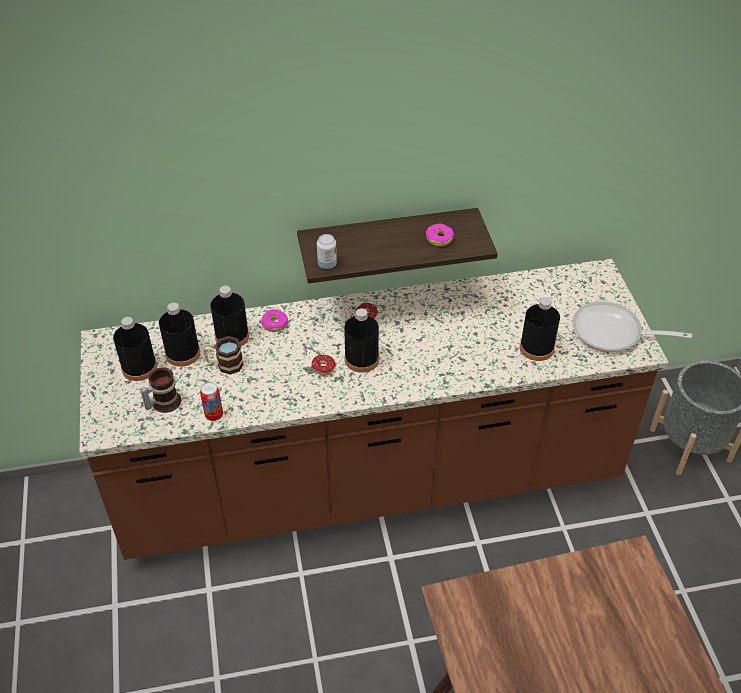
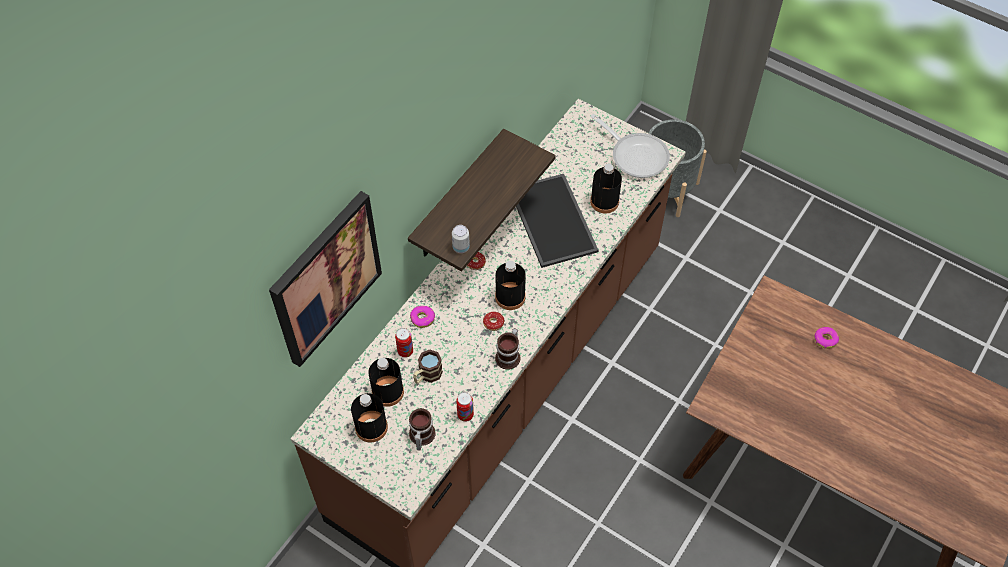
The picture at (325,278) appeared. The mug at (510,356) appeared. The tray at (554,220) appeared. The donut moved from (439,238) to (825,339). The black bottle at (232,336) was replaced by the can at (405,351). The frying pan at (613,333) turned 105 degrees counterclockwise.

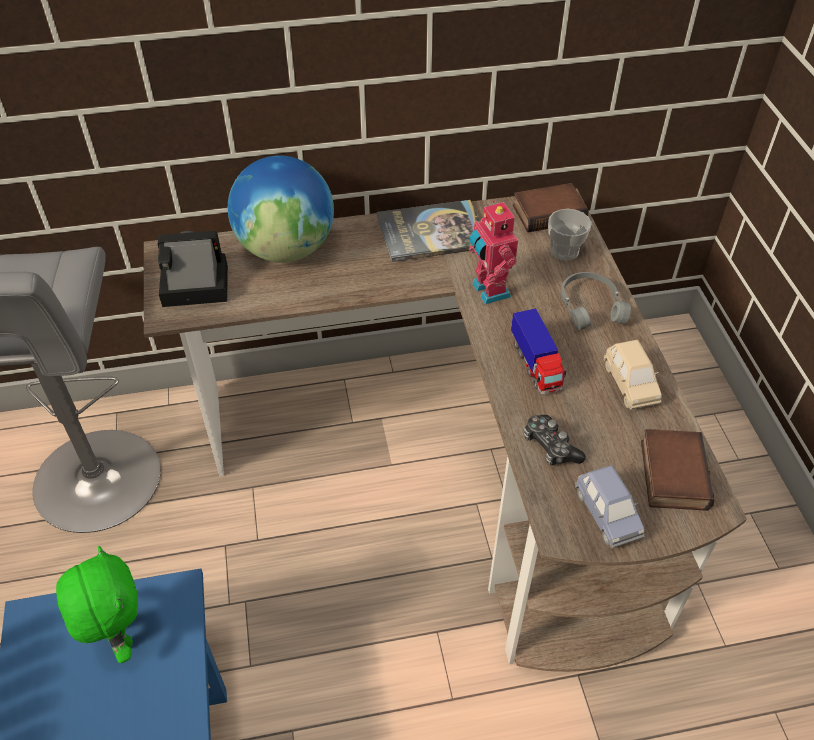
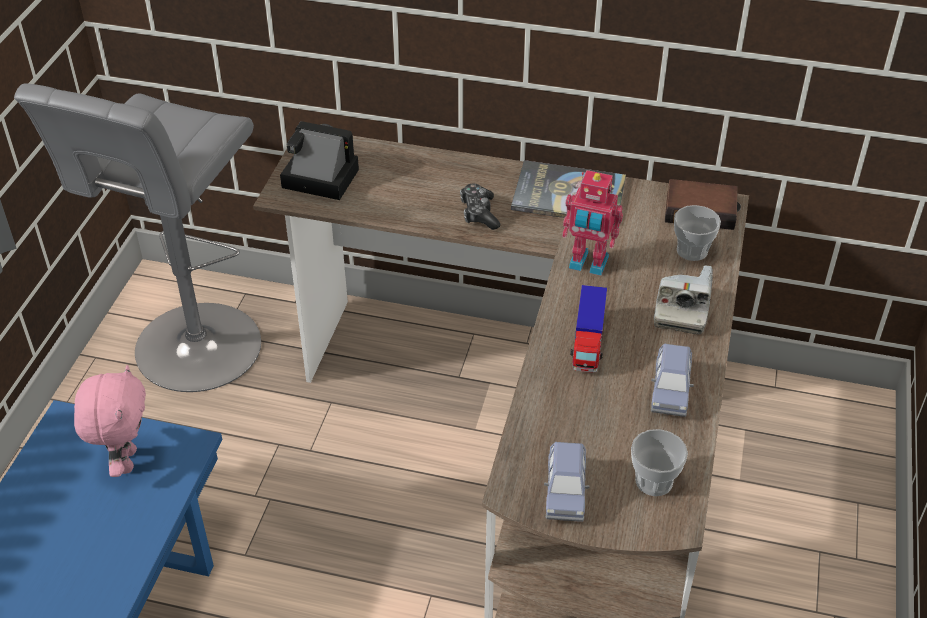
The globe at (286,249) disappeared. The game controller moved from (550,446) to (479,213). The grey headphones at (590,306) was replaced by the photo camera at (681,310). The book at (671,473) was replaced by the cup at (654,481). The green plush toy at (118,636) became the pink plush toy at (125,461). The beige toy car at (630,385) became the blue toy car at (670,392). The toy robot at (488,291) turned 75 degrees counterclockwise.

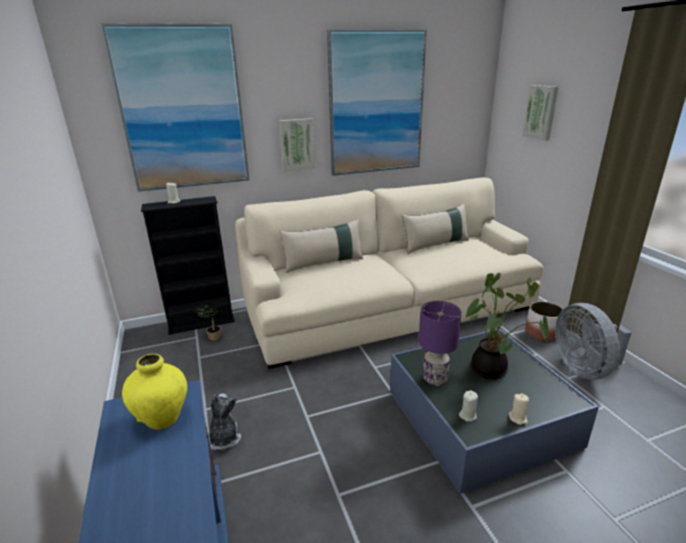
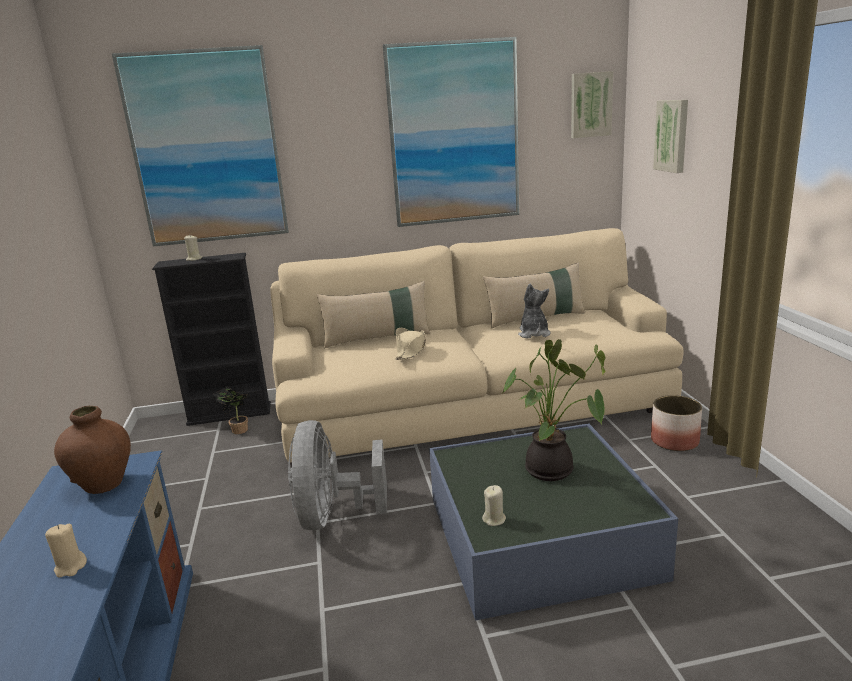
The purple table lamp at (434,379) disappeared. The beige hat at (411,350) appeared. The plush toy moved from (224,438) to (533,334). The picture moved from (297,144) to (590,105). The beige candle moved from (518,418) to (70,567). The grey fan moved from (583,368) to (333,516). The yellow vase at (162,419) became the brown vase at (103,485).

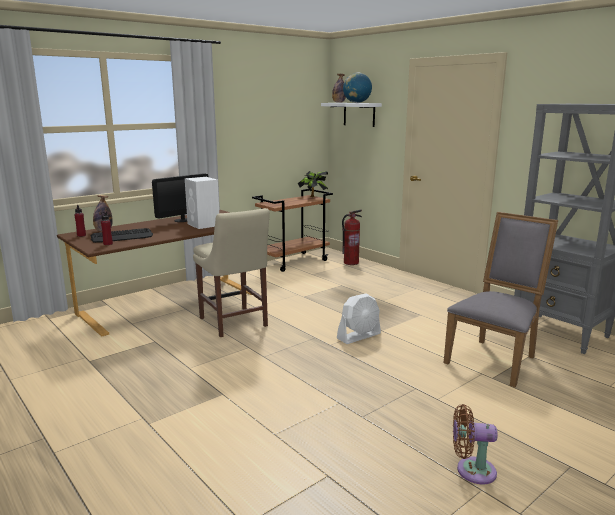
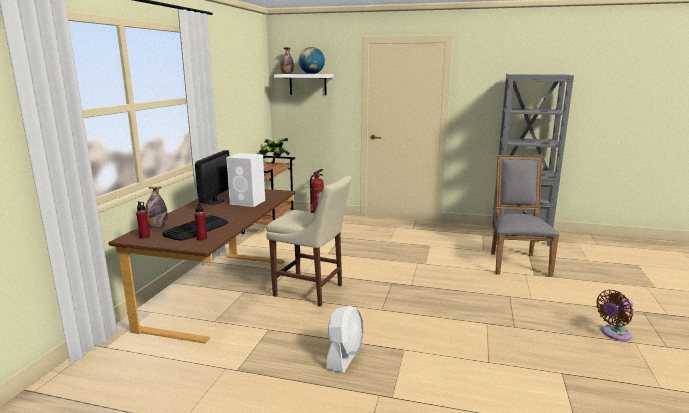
The white fan moved from (359,336) to (345,356).

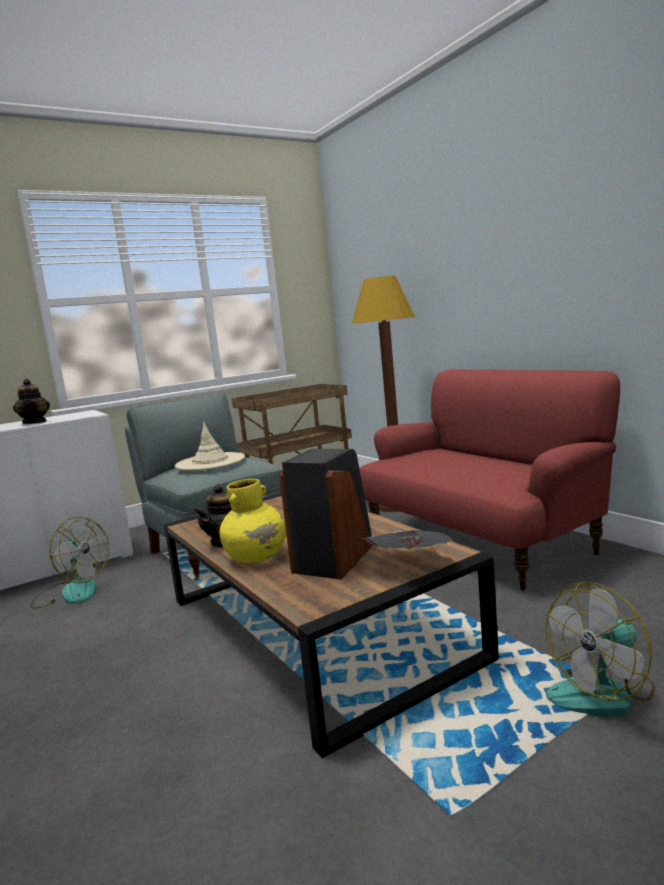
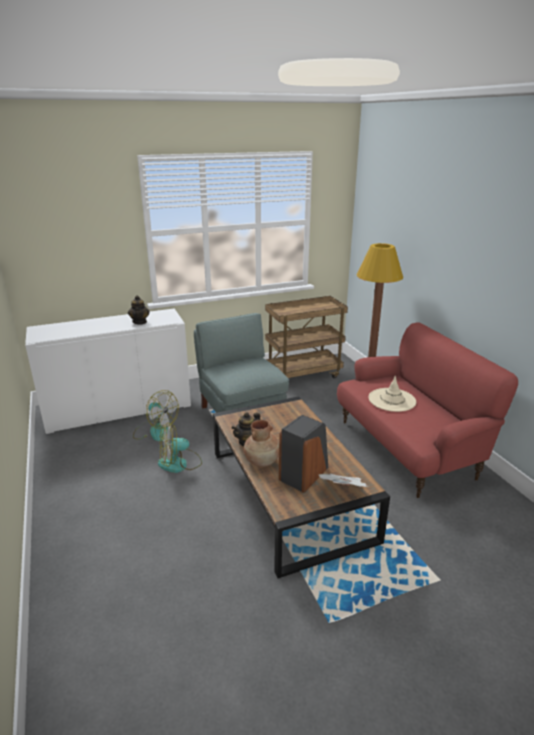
The beige hat moved from (210,462) to (392,400). The fan moved from (602,692) to (180,463). The yellow vase at (257,557) became the brown vase at (262,461).

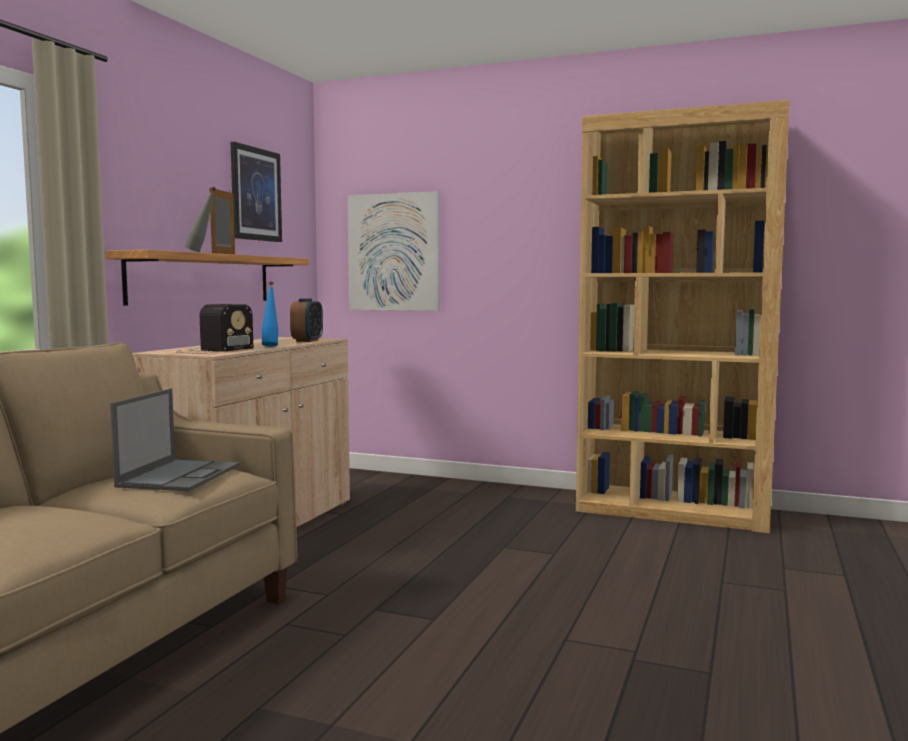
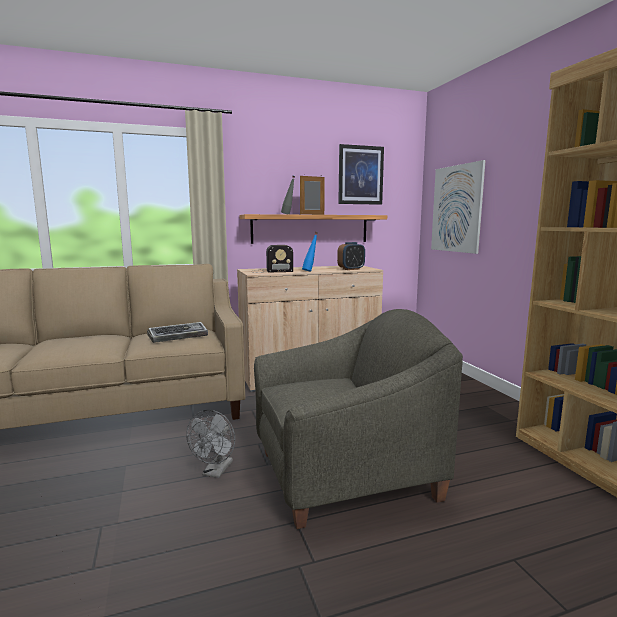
The grey fan at (216,472) appeared. The grey armchair at (345,474) appeared. The laptop at (180,475) was replaced by the keyboard at (178,336).

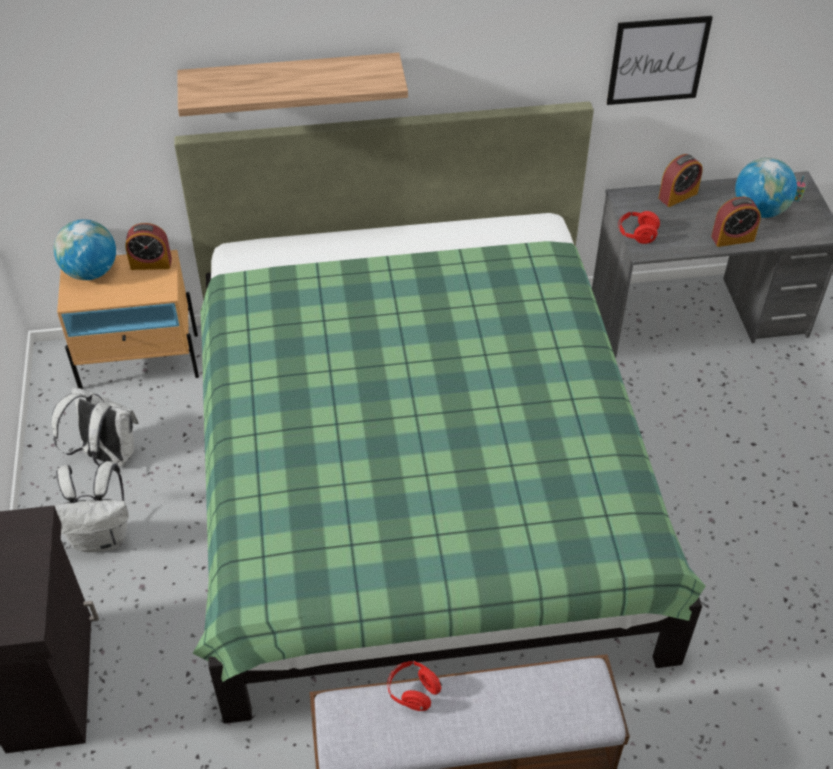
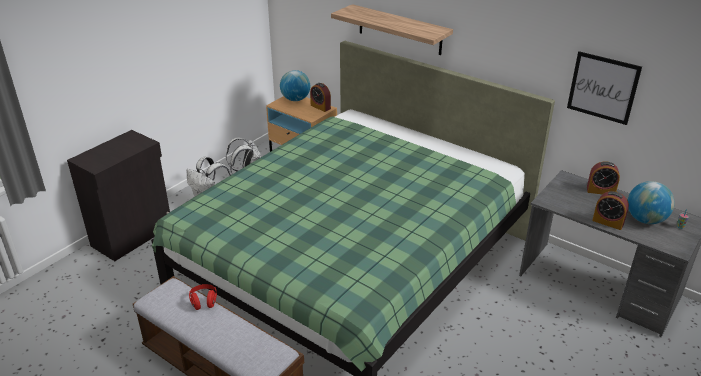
The red headphones at (637,234) disappeared.

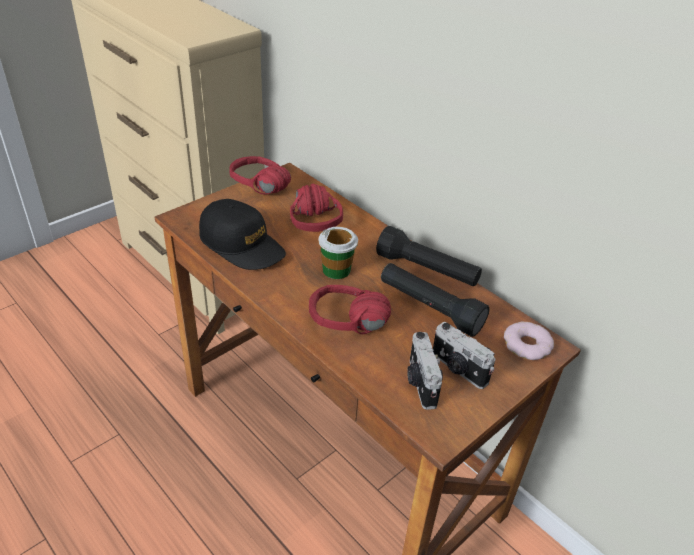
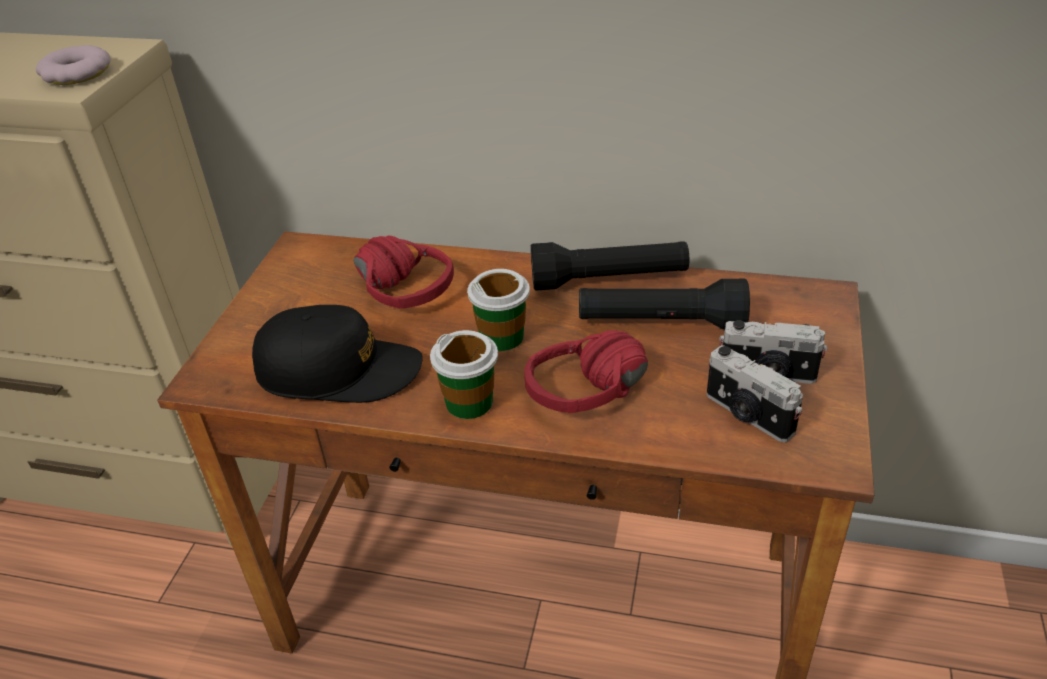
The red headphones at (254,189) disappeared. The cup at (469,402) appeared. The donut moved from (527,345) to (77,73).

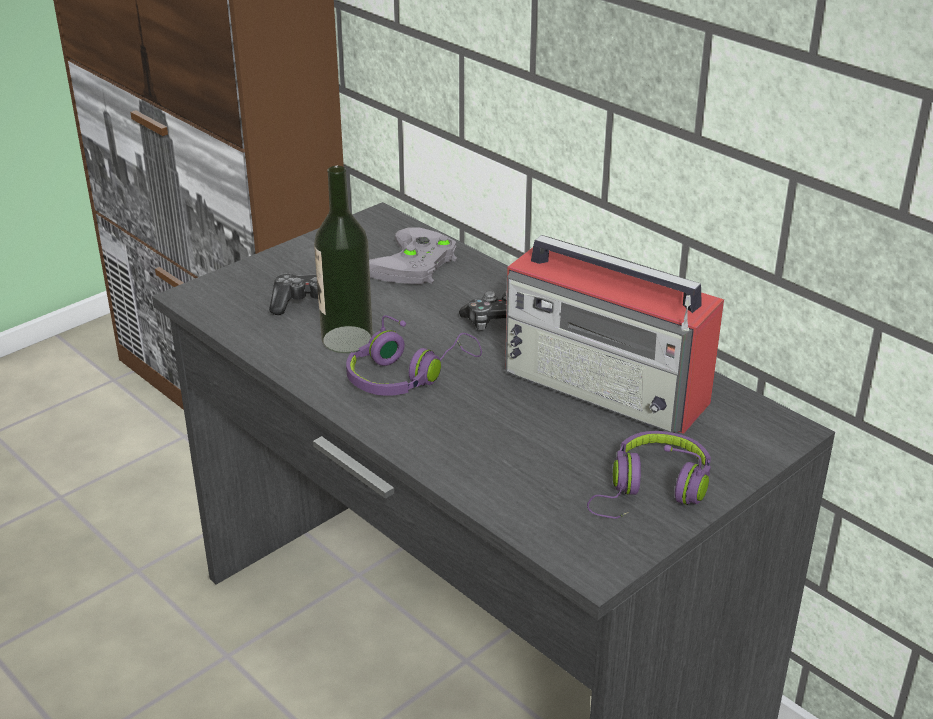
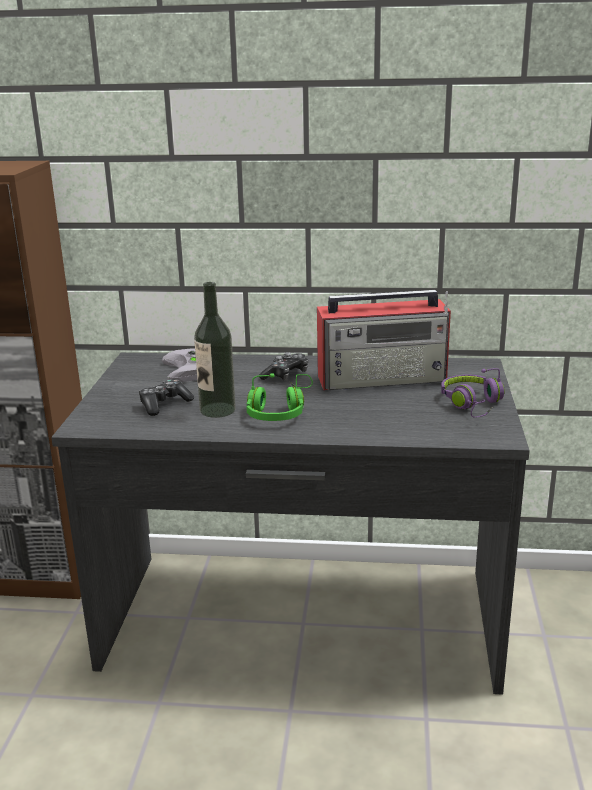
The purple headphones at (407,375) became the green headphones at (280,411).

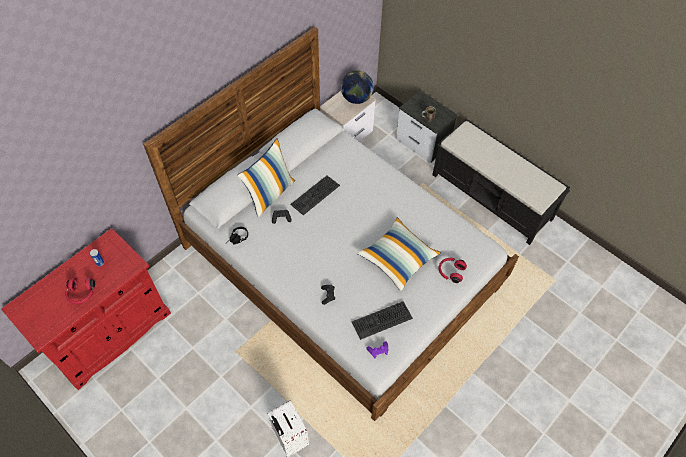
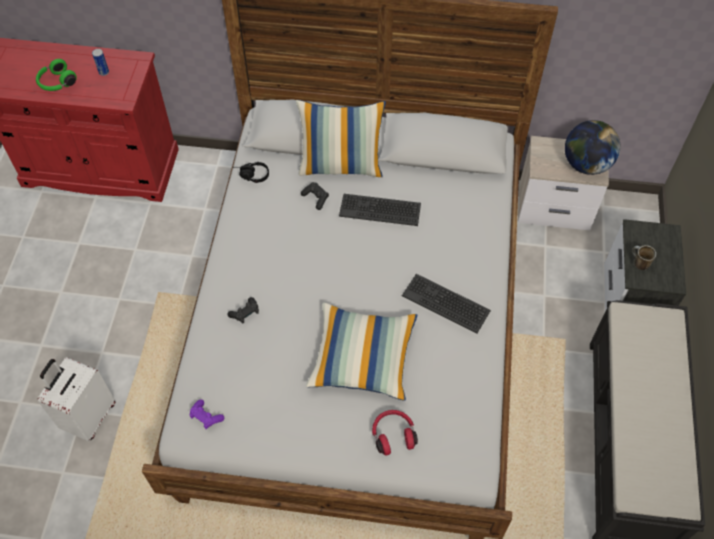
The keyboard moved from (382,320) to (446,303). The red headphones at (81,293) became the green headphones at (57,83).

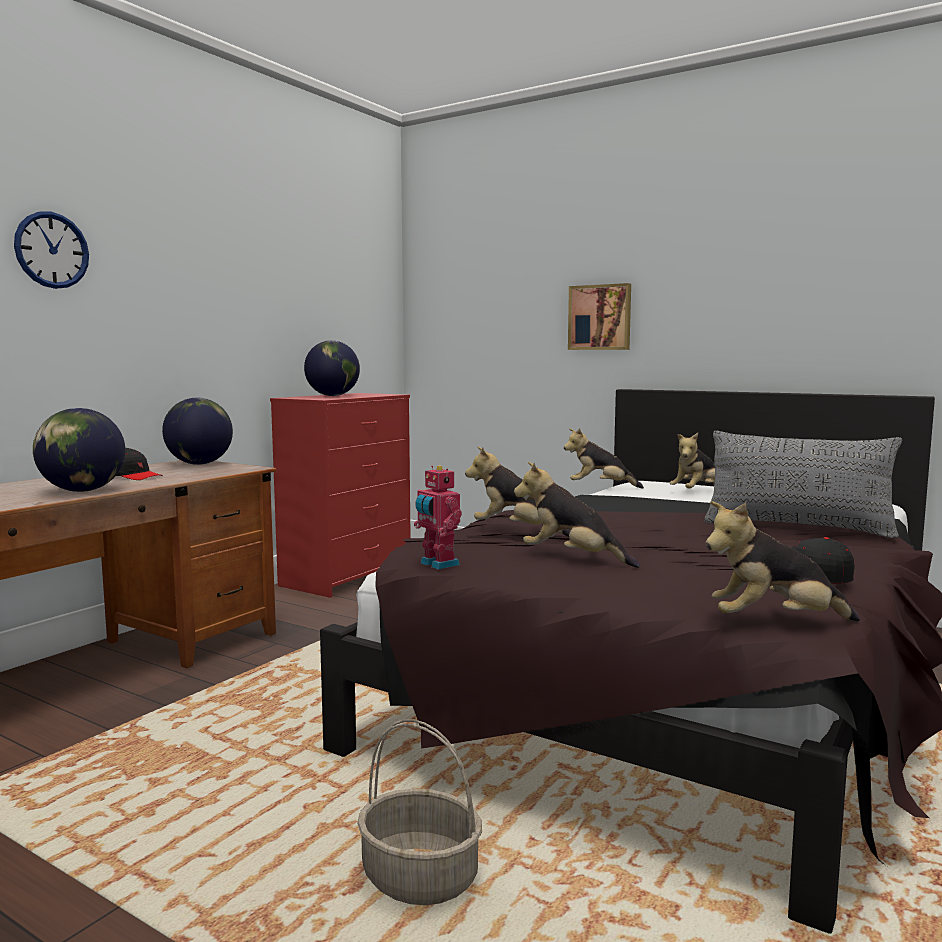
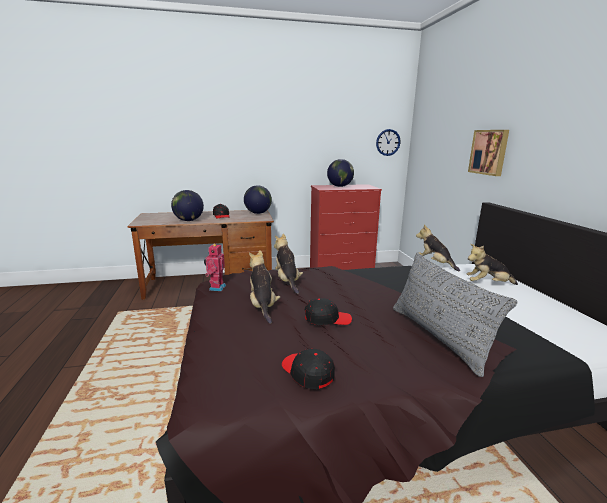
The basket at (421,878) disappeared. The plush toy at (774,623) disappeared. The black cap at (327,318) appeared. The wall clock moved from (52,250) to (388,142).

